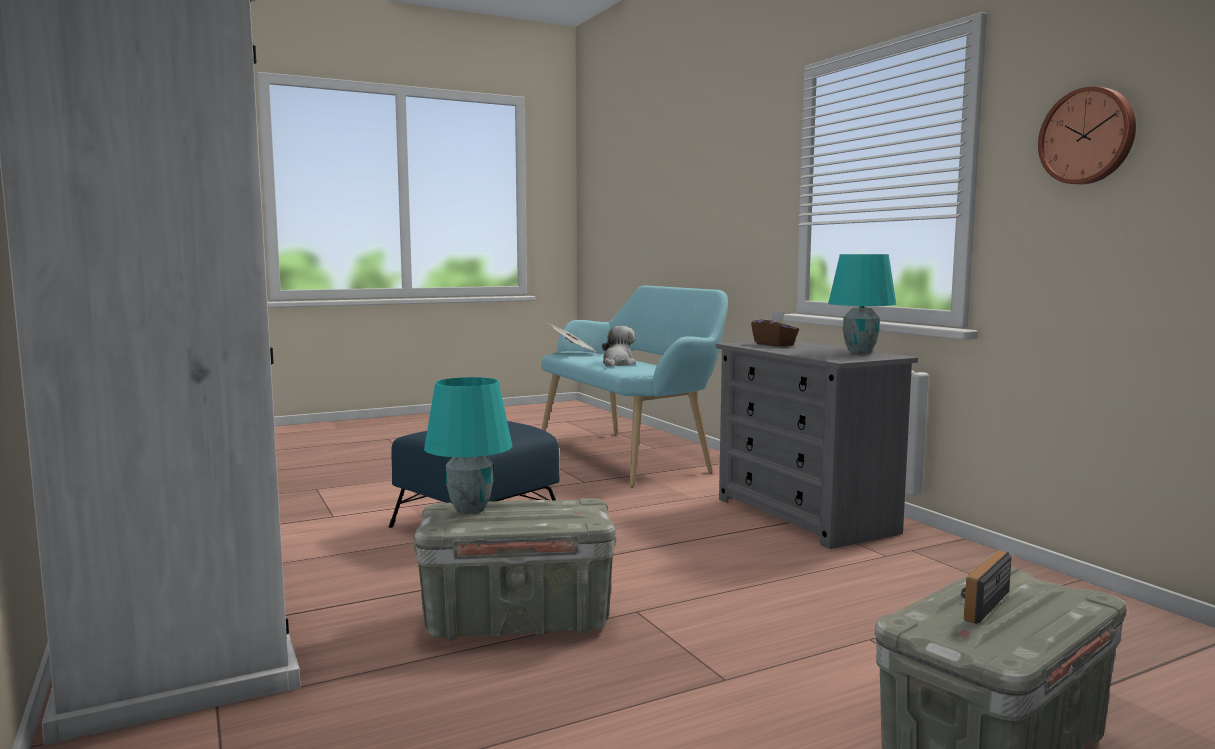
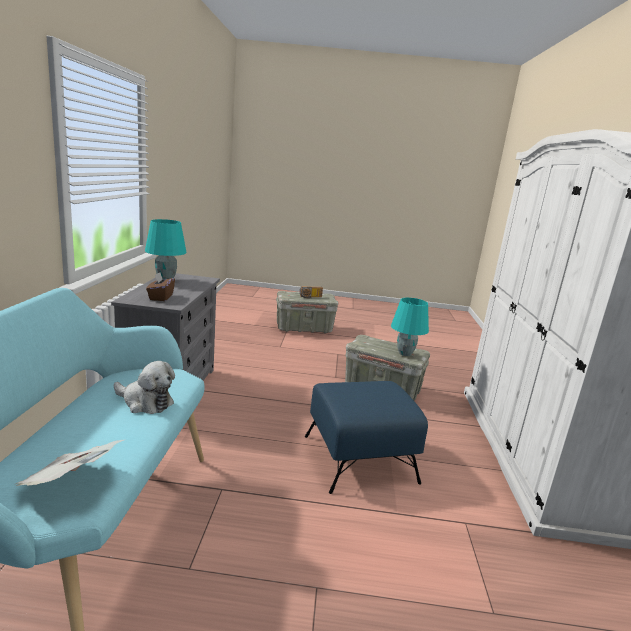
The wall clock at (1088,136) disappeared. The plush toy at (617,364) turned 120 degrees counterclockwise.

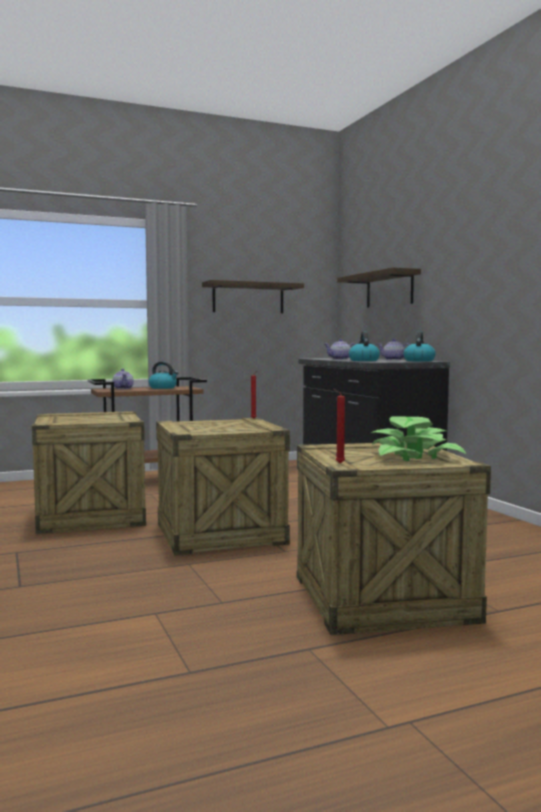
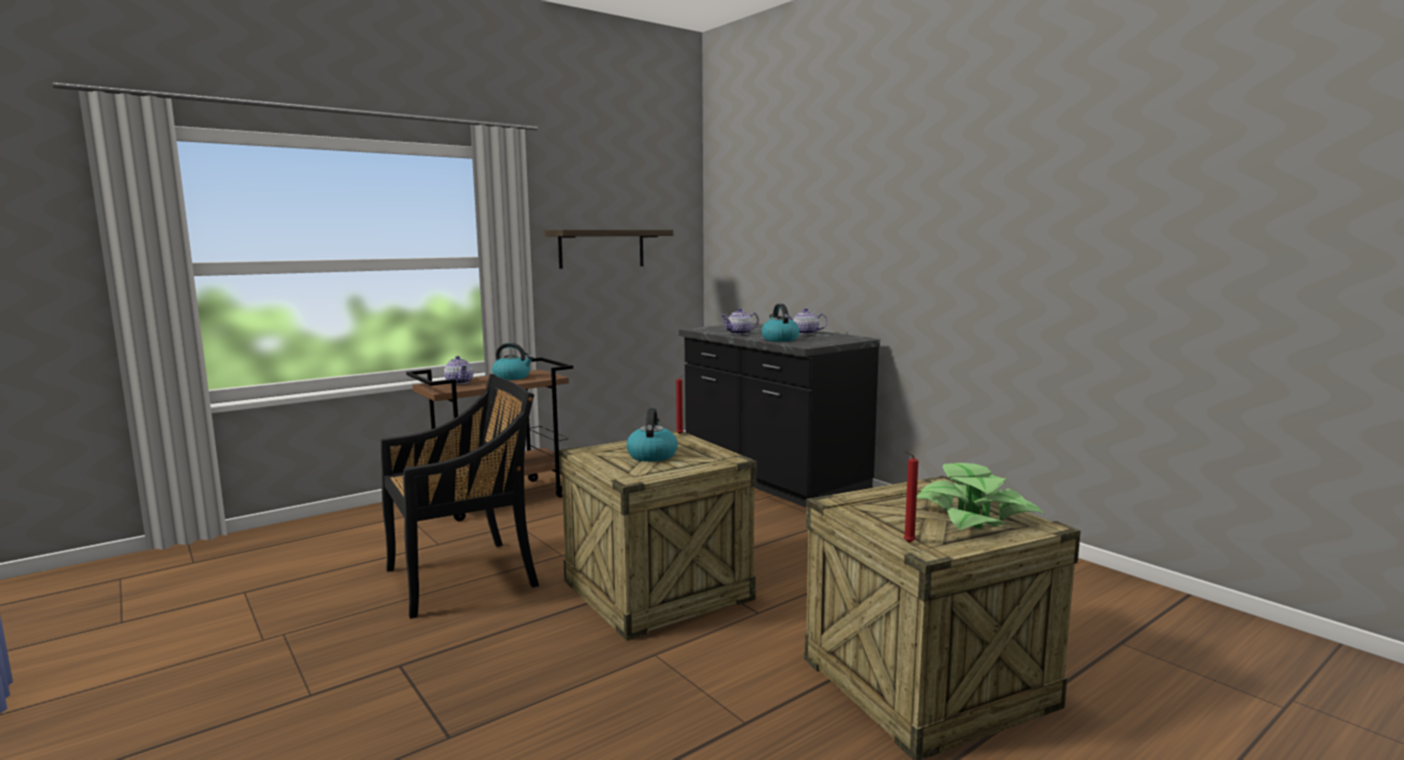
The shelf at (389,289) disappeared. The kettle moved from (419,361) to (652,455). The crate at (92,516) was replaced by the black chair at (464,577).

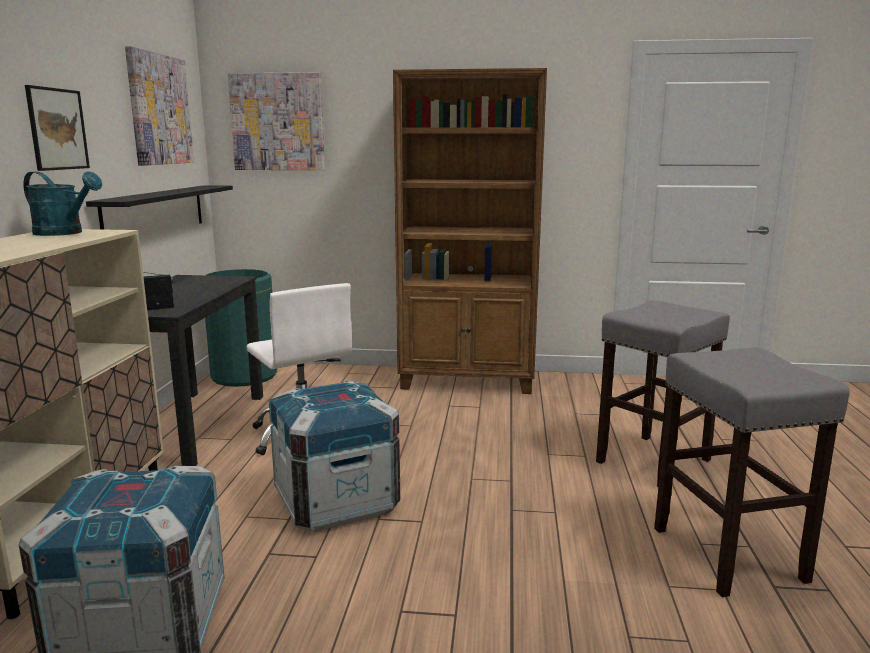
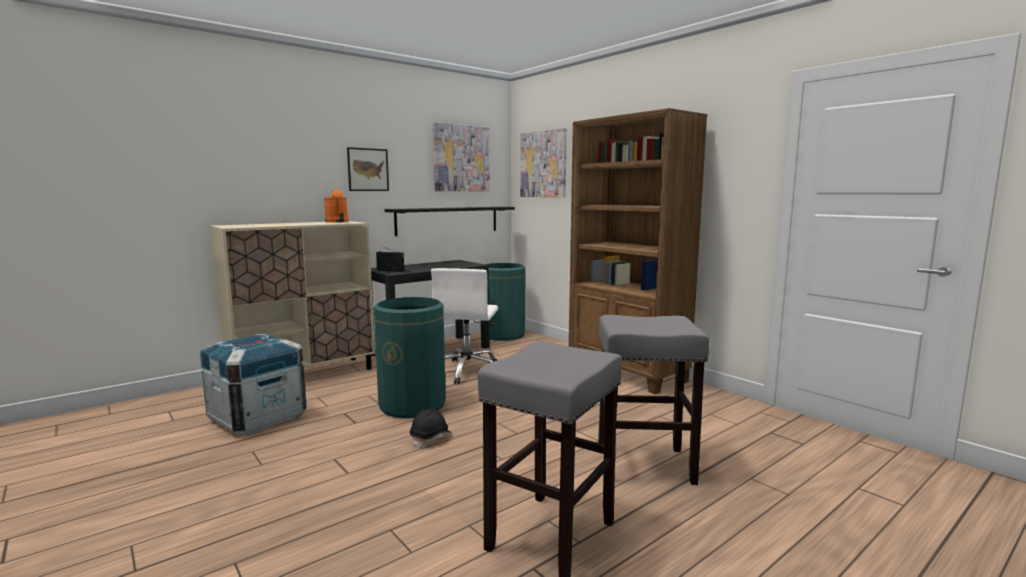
The black hard hat at (431,438) appeared. The crate at (336,502) was replaced by the green trash can at (412,405). The turquoise watering can at (65,233) became the orange watering can at (337,222).

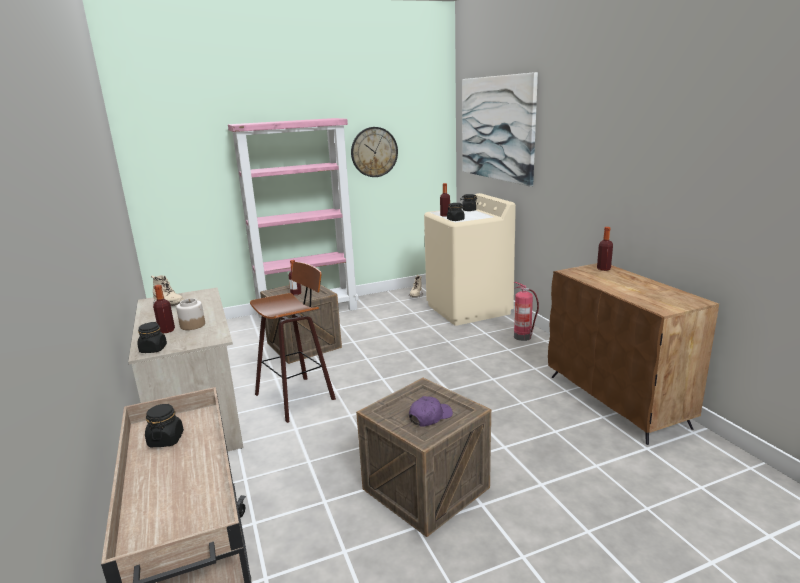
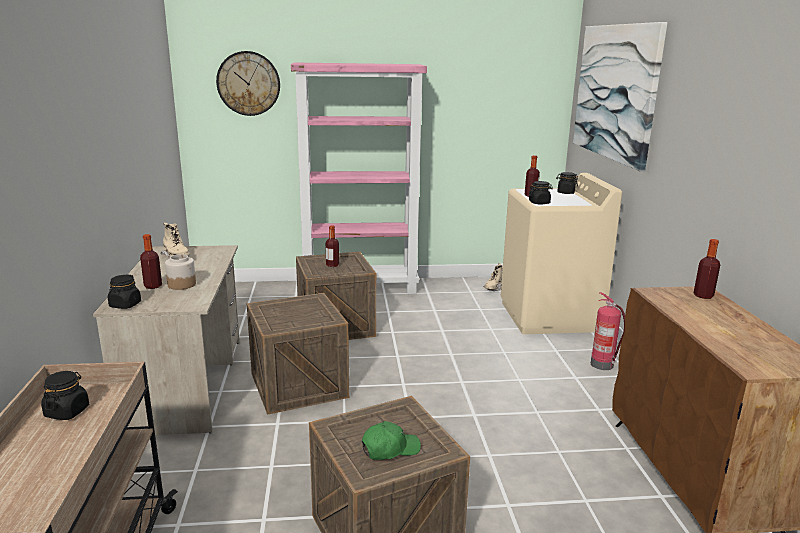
The wall clock moved from (374,152) to (248,83). The stool at (297,396) was replaced by the crate at (298,385). The purple cap at (430,417) became the green cap at (390,449).

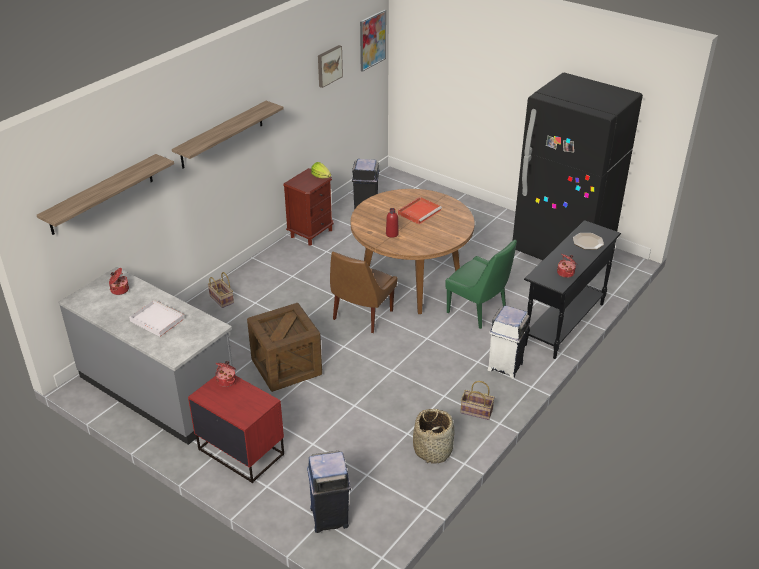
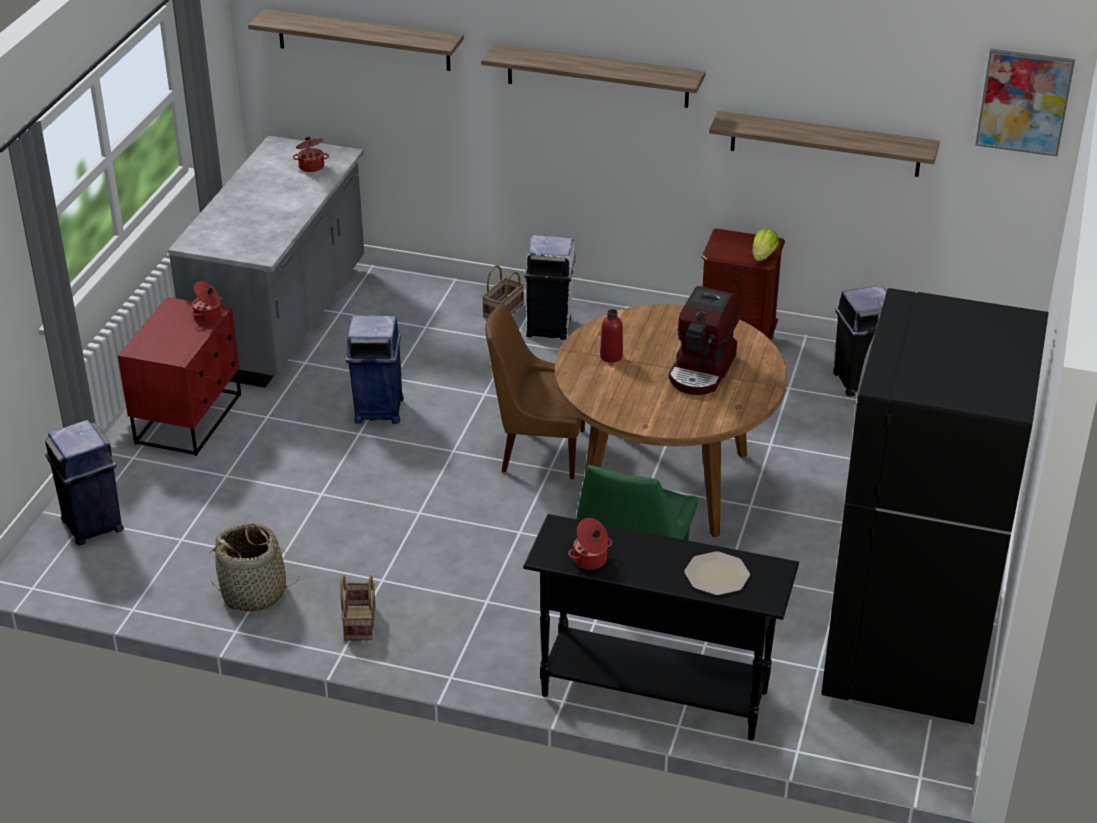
The white tray at (156,320) disappeared. The picture at (328,65) disappeared. The shelf at (825,144) appeared. The white trash can moved from (505,366) to (550,327). The crate at (286,367) was replaced by the blue trash can at (378,410). The red tray at (419,212) was replaced by the coffee machine at (702,370).

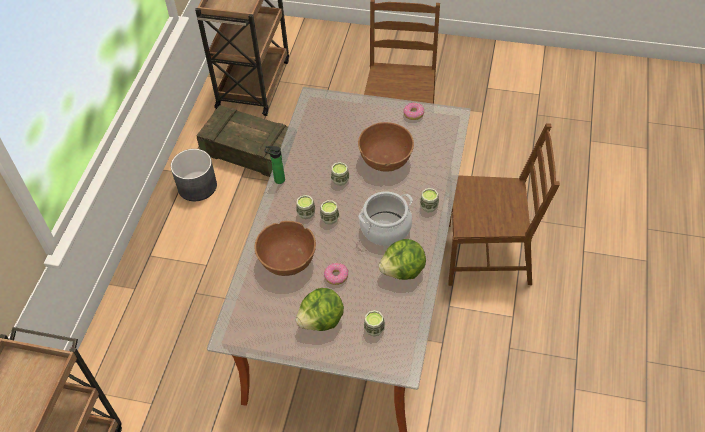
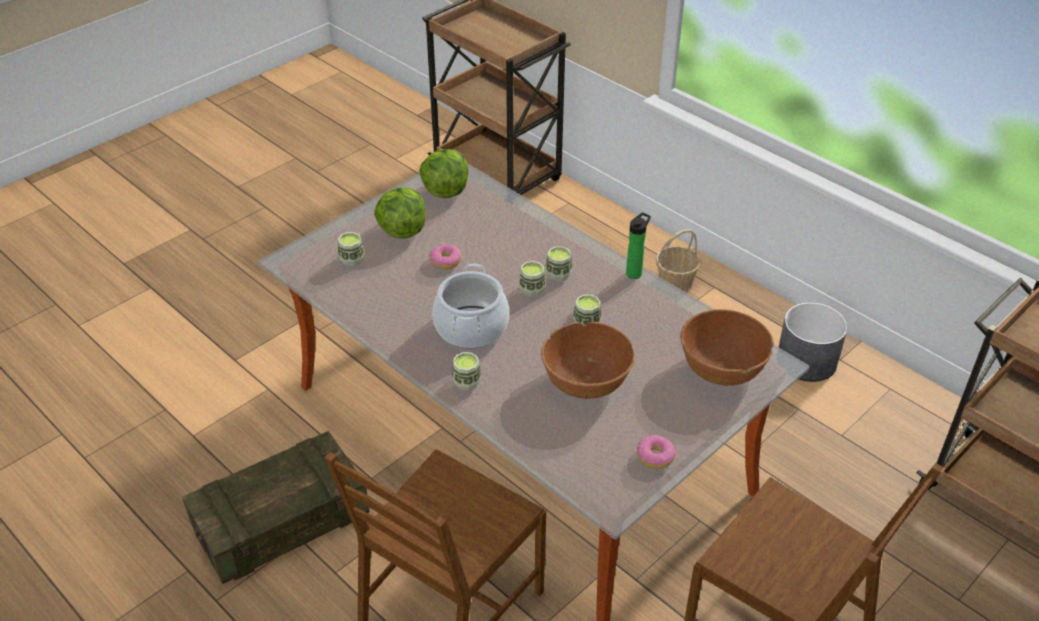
The basket at (676,282) appeared. The crate moved from (250,152) to (282,523). The brown bowl moved from (287,261) to (722,368). The lettuce moved from (403,271) to (445,190).

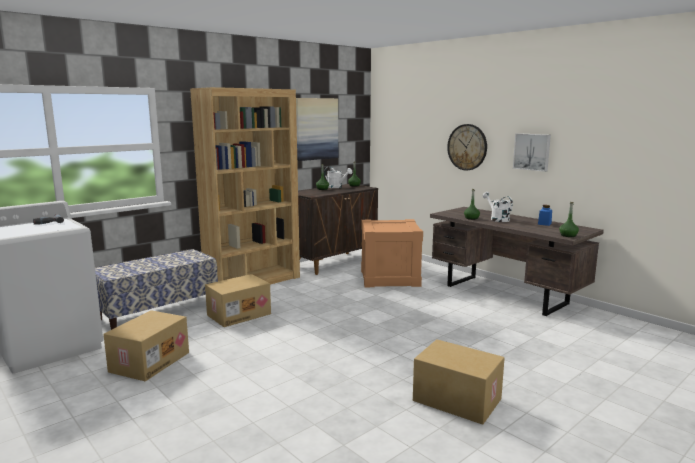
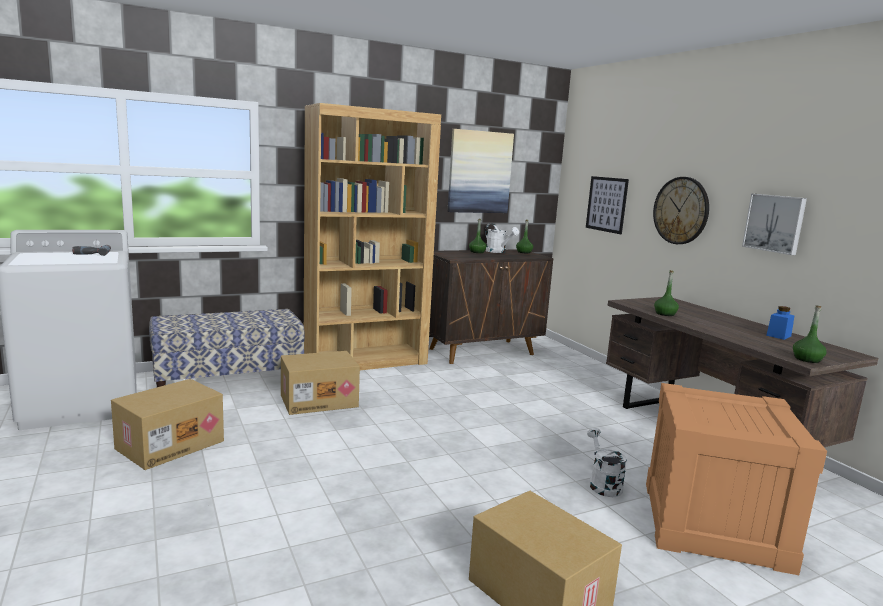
The picture at (606,204) appeared. The crate moved from (389,277) to (712,523). The white watering can moved from (497,219) to (602,484).

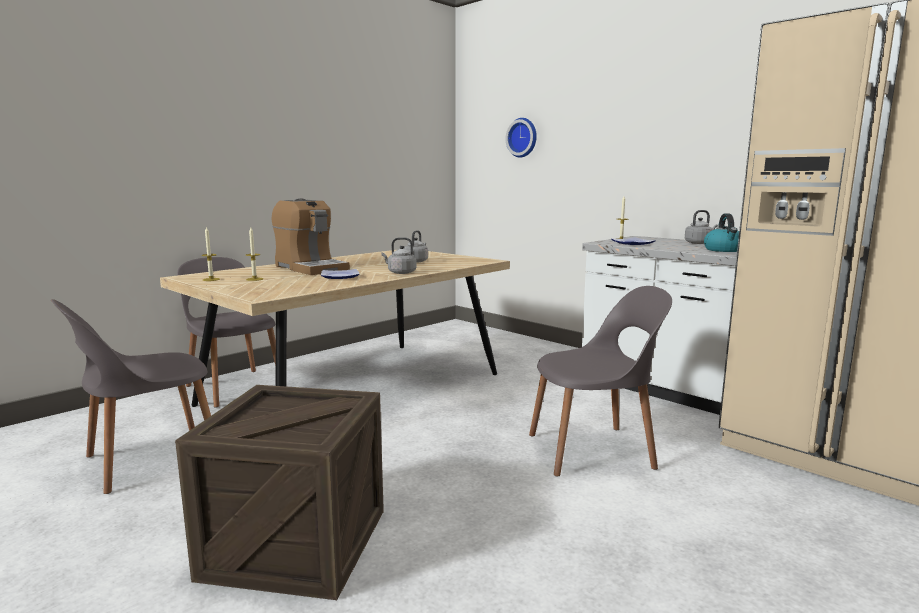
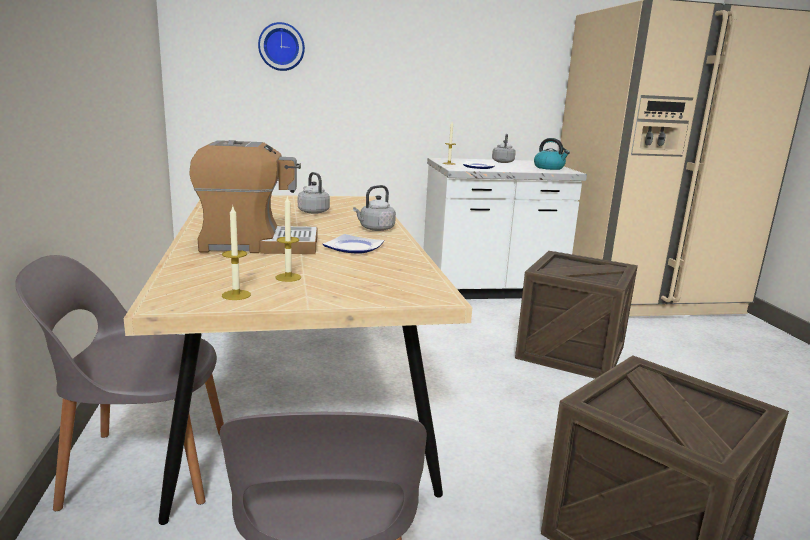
The grey chair at (593,450) was replaced by the crate at (570,352).

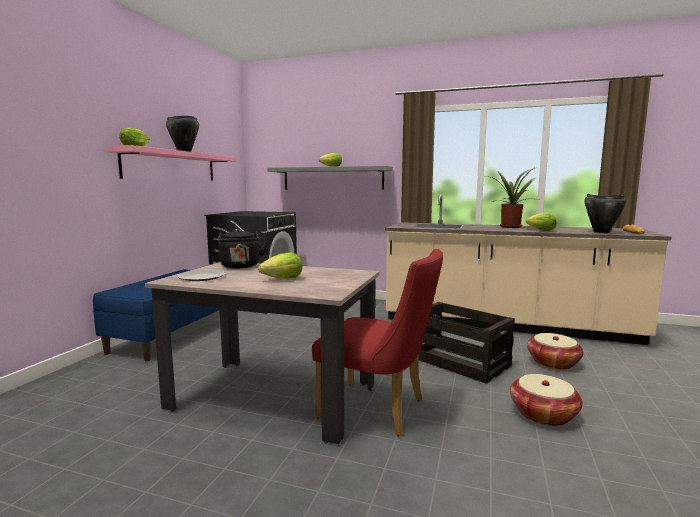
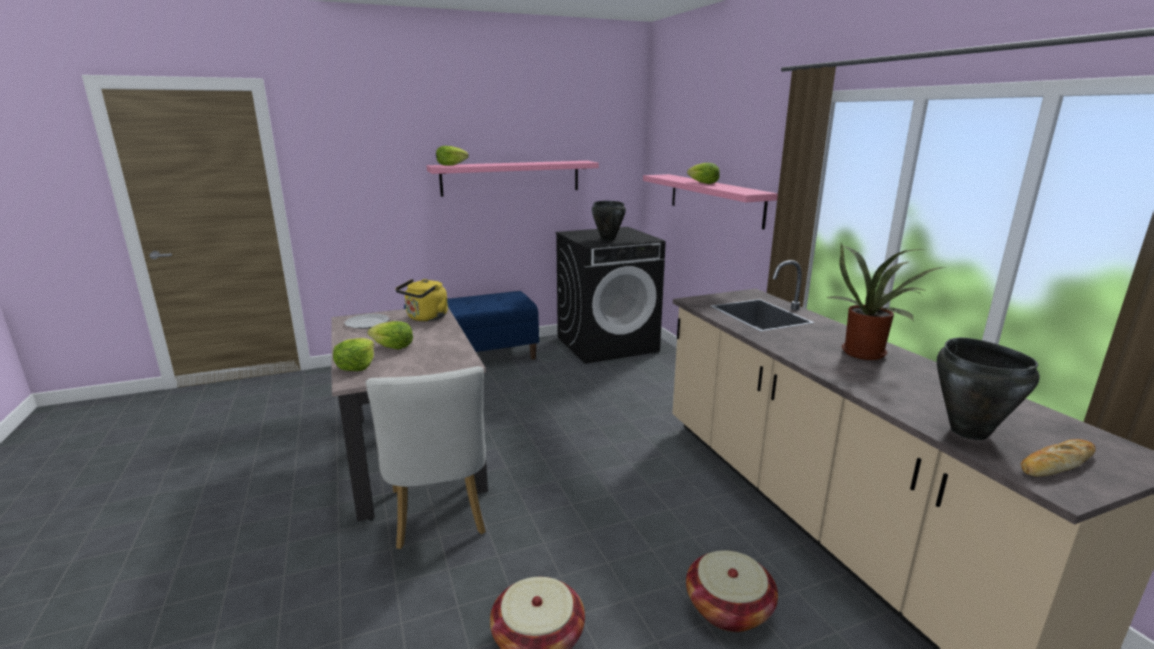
The crate at (460,362) disappeared. The black cooking pot moved from (184,152) to (607,239). The lettuce moved from (541,230) to (356,366). The black kettle at (240,267) became the yellow kettle at (425,318). The grey shelf at (332,178) became the pink shelf at (714,199). The red chair at (379,410) became the white chair at (439,517).

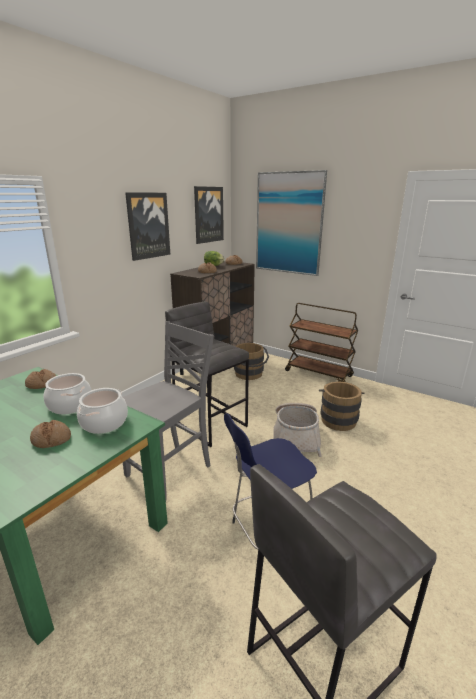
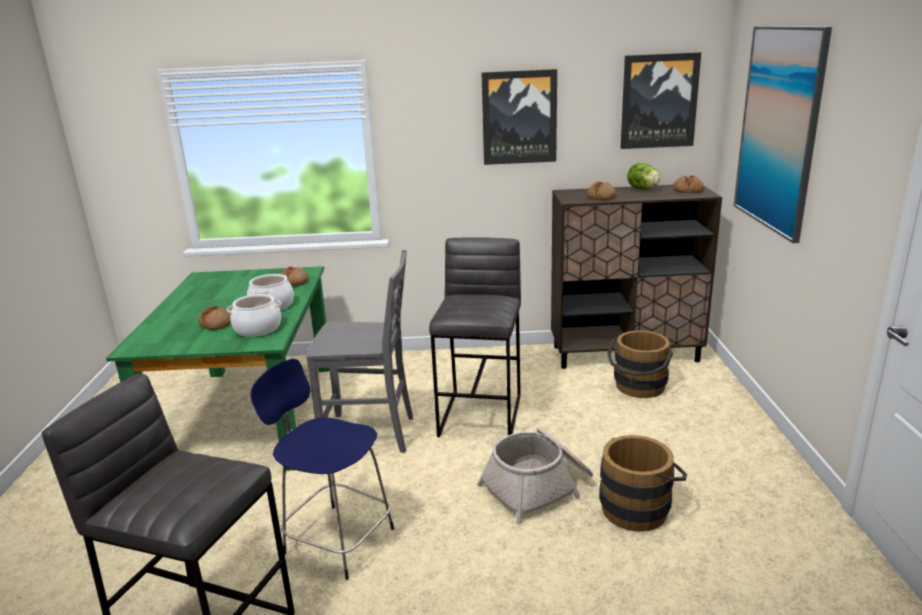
The brown cart at (319,373) disappeared.

